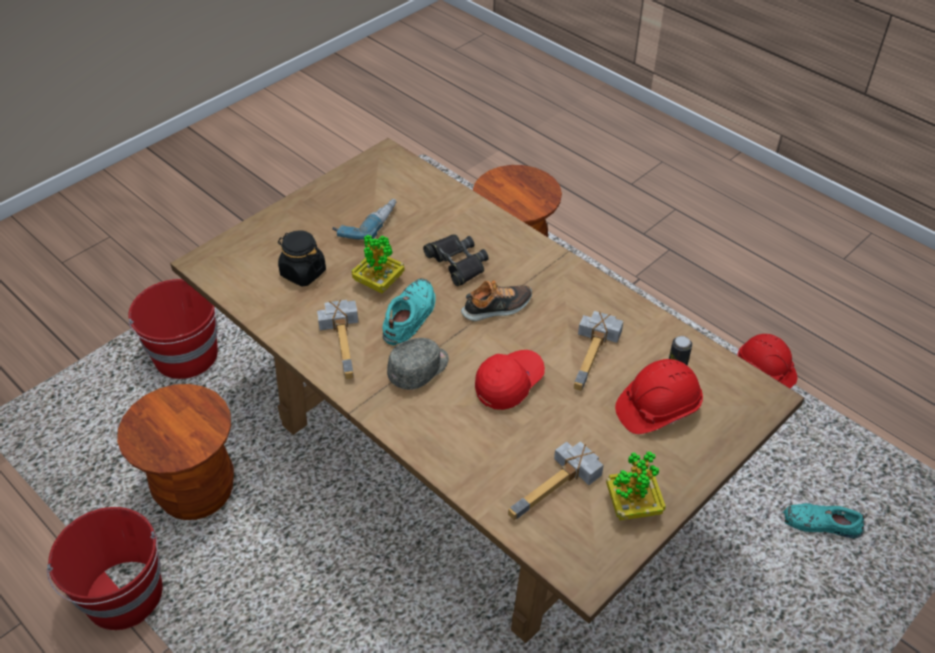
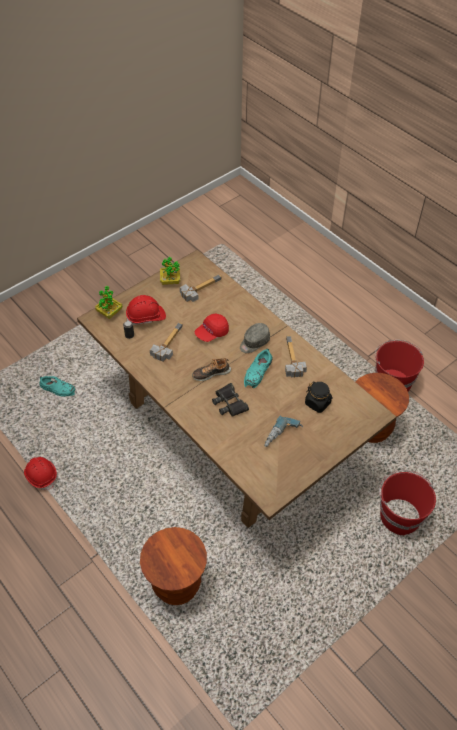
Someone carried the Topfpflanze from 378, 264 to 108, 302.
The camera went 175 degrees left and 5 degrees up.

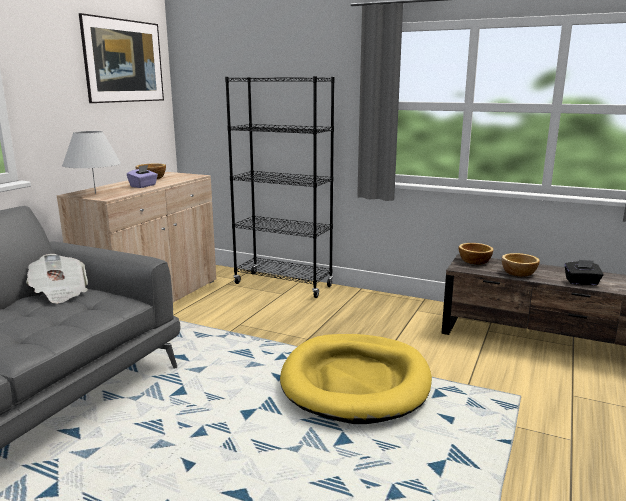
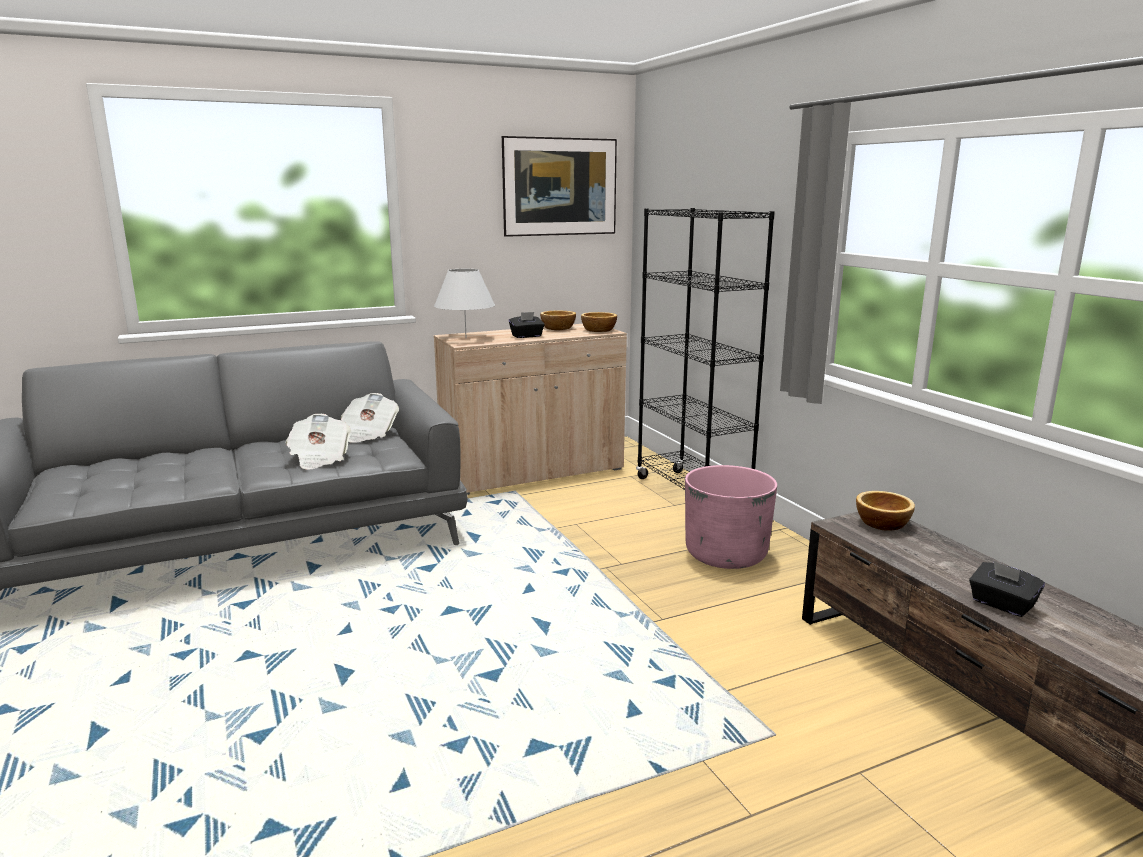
Someone repainted the Taschentuchbox (lila) at 142, 176, which became the Taschentuchbox (schwarz) at 527, 325.
Someone carried the Schüssel from 521, 265 to 599, 322.
Someone took away the Hundebett (gelb) at 356, 379.
Someone put down the Zeitung at 318, 442.
Someone put down the Pflanzkübel (rosa) at 731, 517.
The camera went 40 degrees right and 0 degrees up.

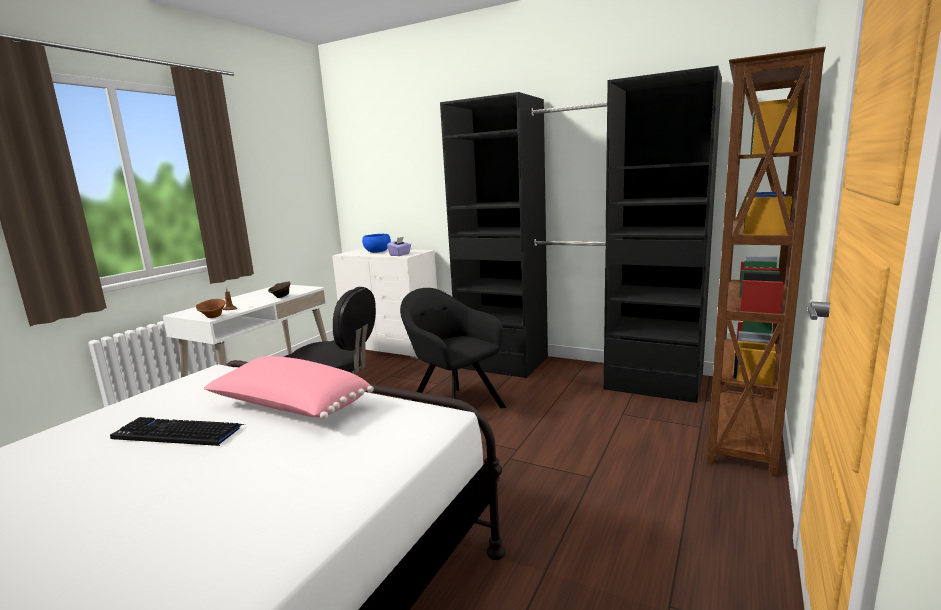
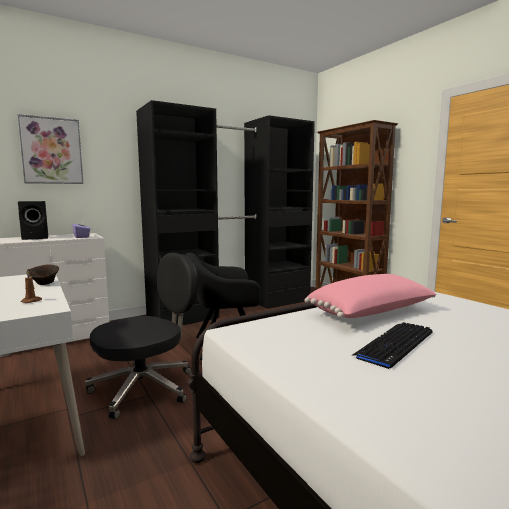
Someone swapped the Schüssel (blau) at 376, 243 for the Lautsprecher (schwarz) at 33, 220.
Someone took away the Schüssel (braun) at 211, 308.
Someone put up the Bild at 51, 149.
The camera went 60 degrees left and 5 degrees down.

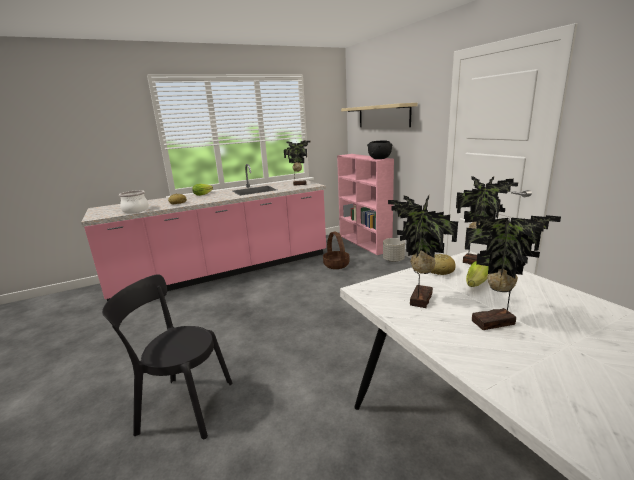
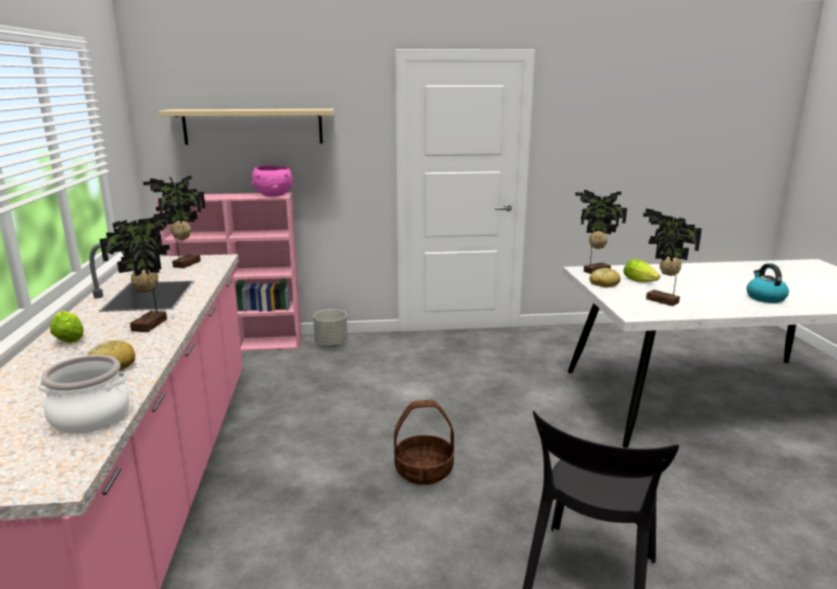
Someone repainted the Schüssel (schwarz) at 380, 149, which became the Schüssel (rosa) at 272, 180.
Someone carried the Topfpflanze from 513, 272 to 137, 271.
Someone carried the Korb from 336, 250 to 424, 442.
Someone put down the Wasserkessel at 767, 283.
The camera went 70 degrees left and 0 degrees up.

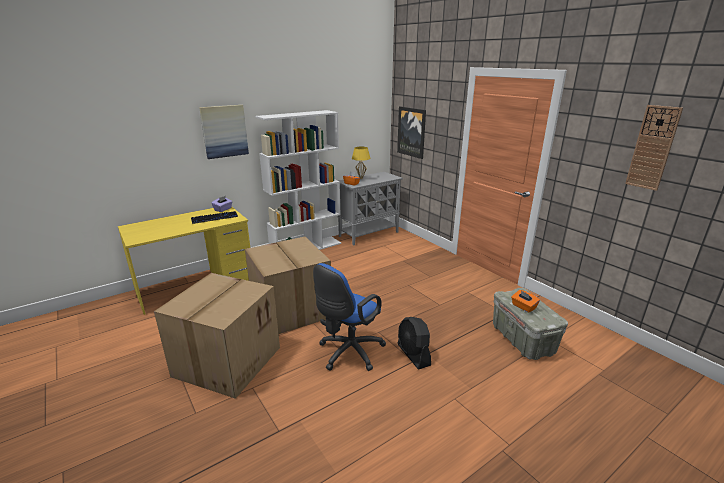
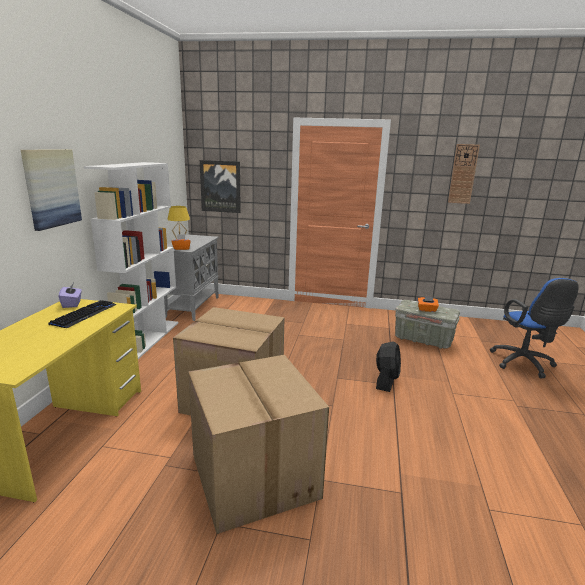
Someone carried the Bürostuhl (blau) from 349, 317 to 534, 328.
Someone rotated the Ventilator (schwarz) at 414, 343 by 90 degrees counterclockwise.
The camera went 45 degrees left and 5 degrees down.

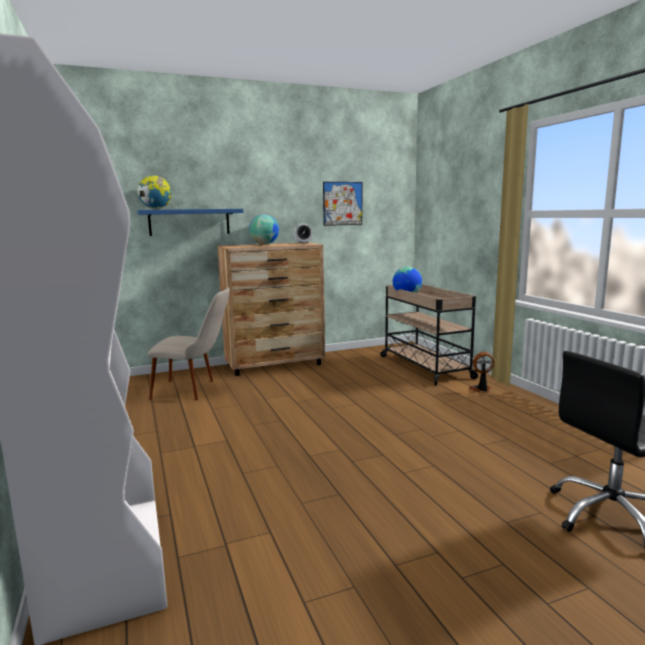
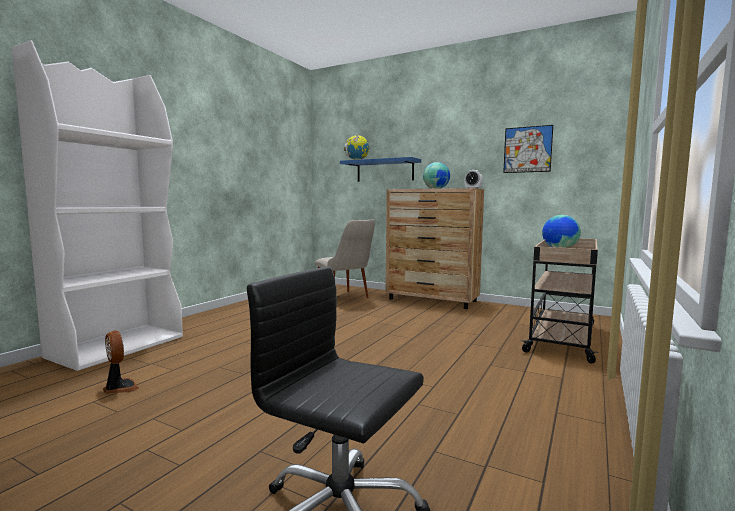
Someone carried the Ventilator from 482, 372 to 120, 362.
The camera went 50 degrees right and 5 degrees down.

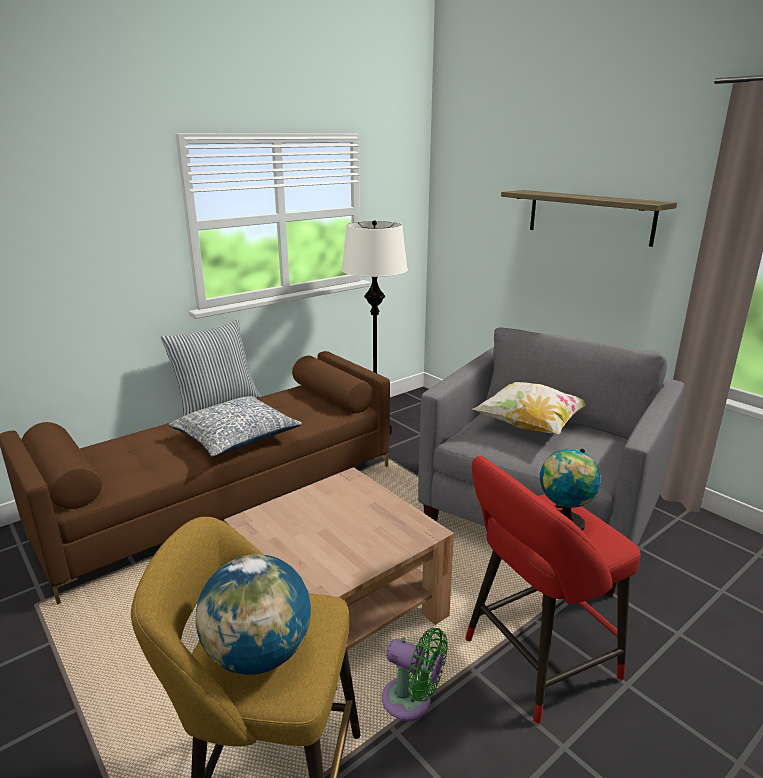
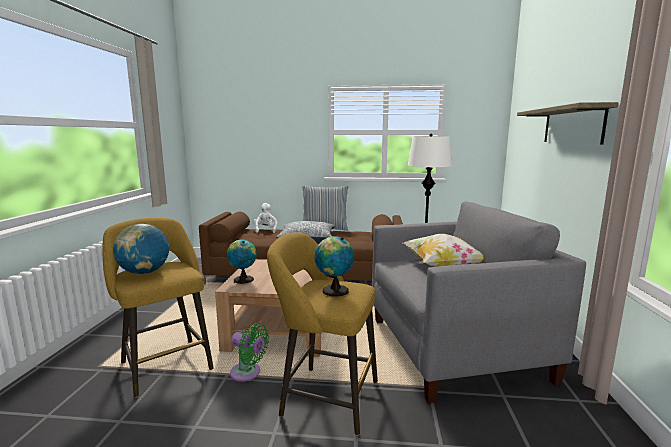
Someone repainted the Hocker (rot) at 553, 590, which became the Hocker (gelb) at 322, 334.
Someone rotated the Ventilator (grün) at 415, 675 by 45 degrees counterclockwise.
Someone put down the Plüschtier (weiß) at 265, 218.
Someone put down the Globus at 242, 262.
The camera went 45 degrees right and 10 degrees down.

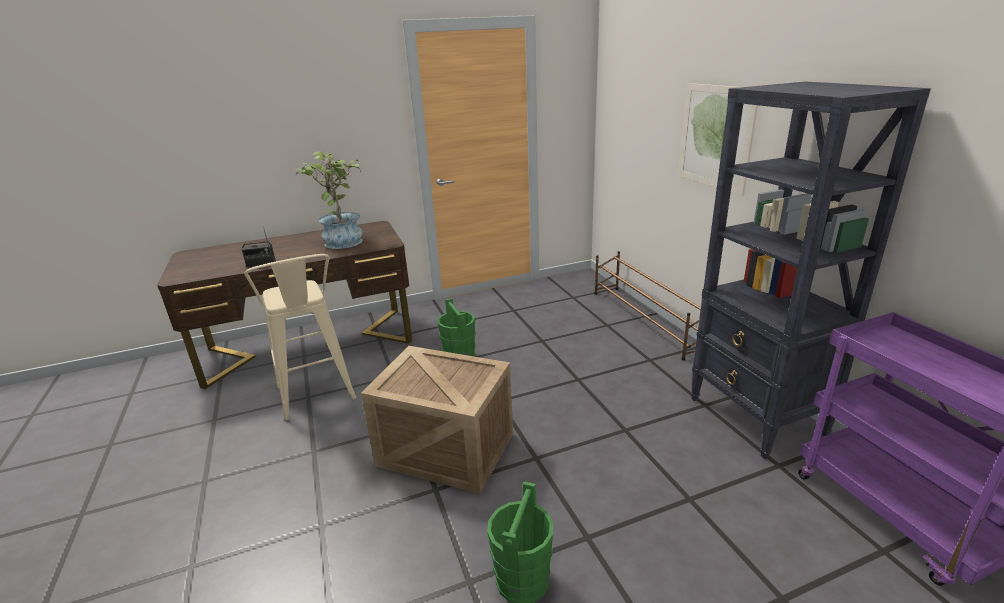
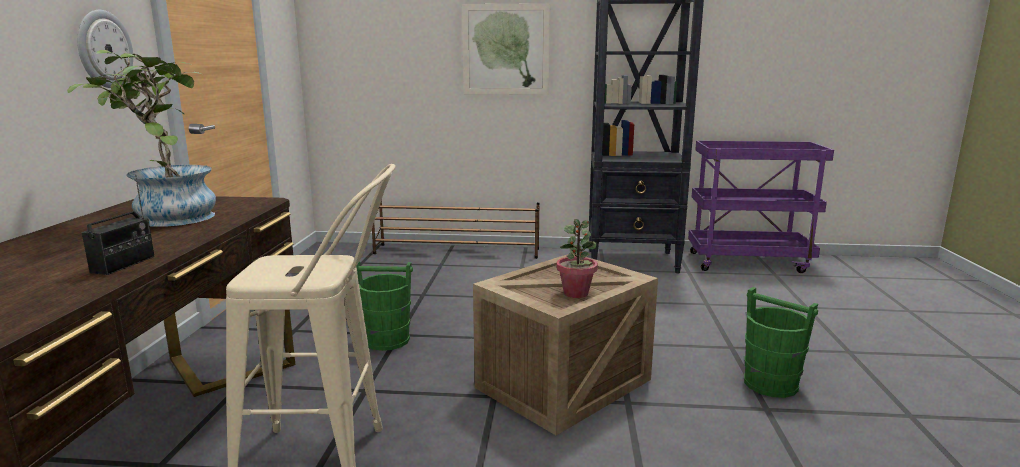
Someone put up the Wanduhr at 105, 49.
Someone put down the Topfpflanze at 577, 258.
The camera went 65 degrees left and 10 degrees down.

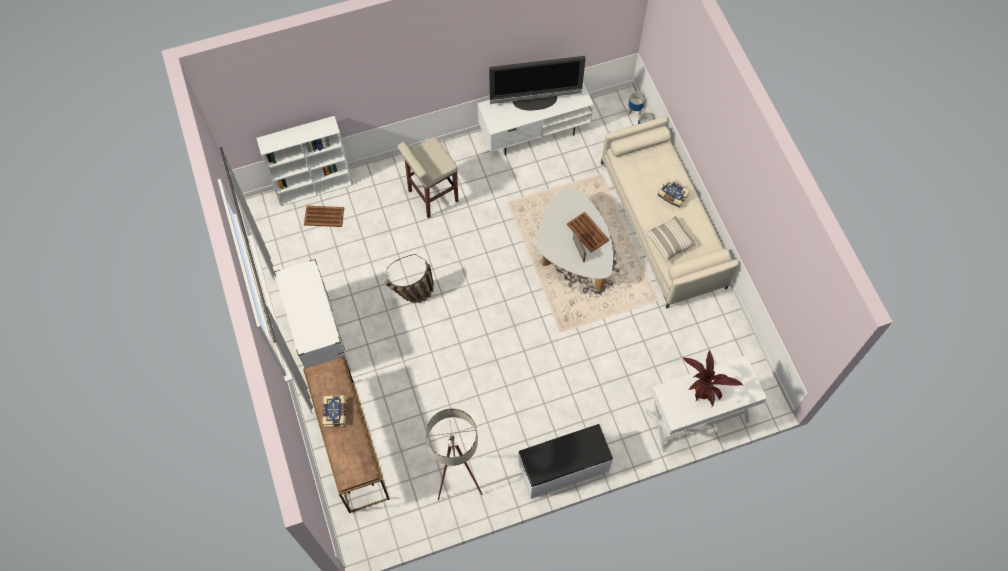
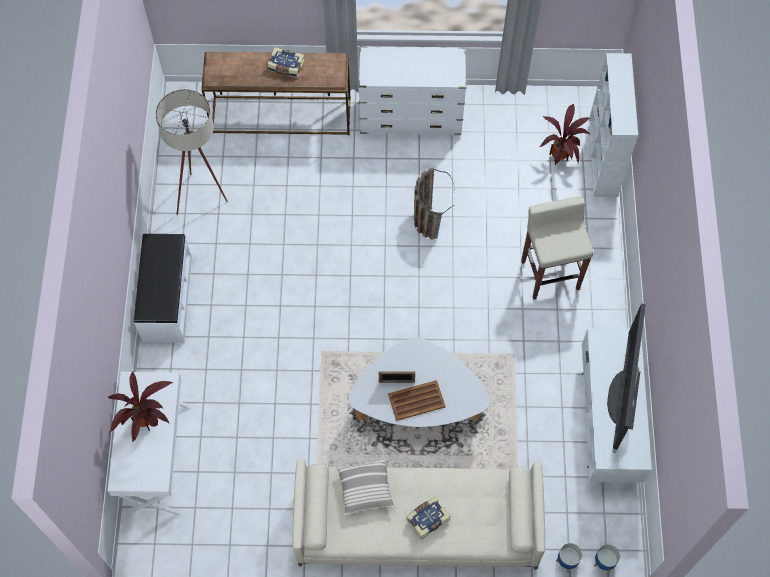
Someone swapped the Tablett (braun) at 324, 216 for the Topfpflanze at 565, 134.
The camera went 110 degrees right and 0 degrees up.

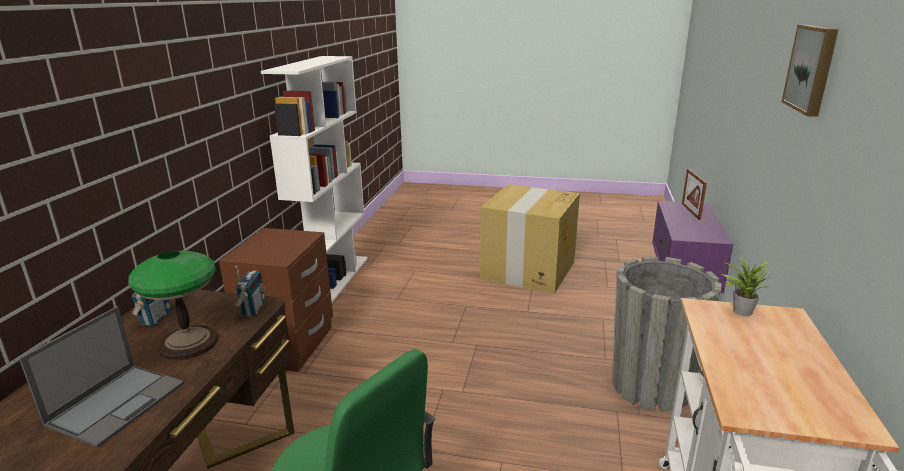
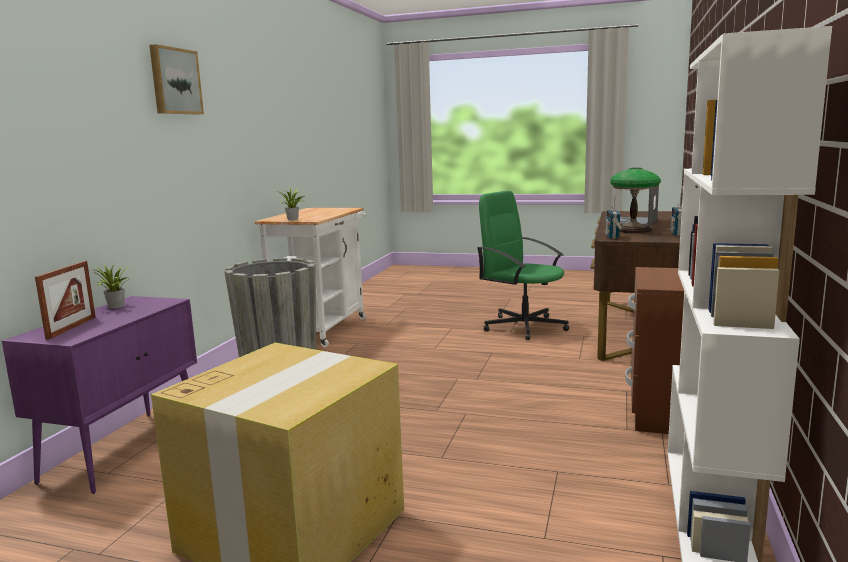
Someone put down the Topfpflanze at 111, 286.
The camera went 175 degrees left and 10 degrees down.

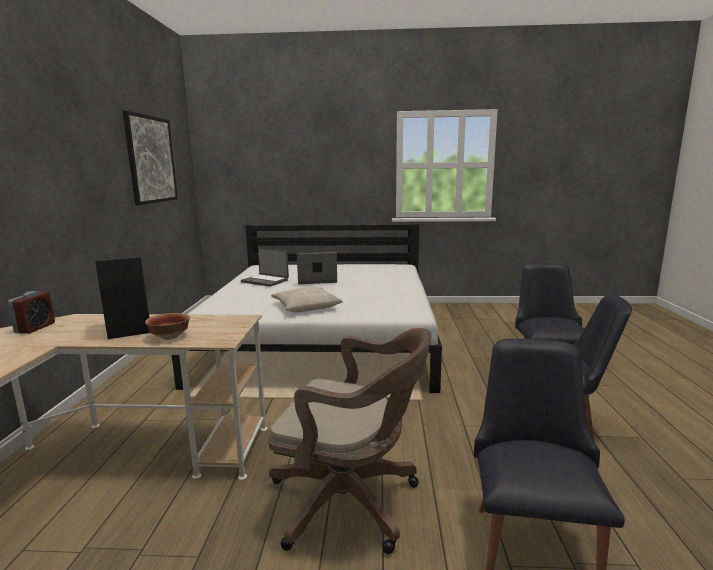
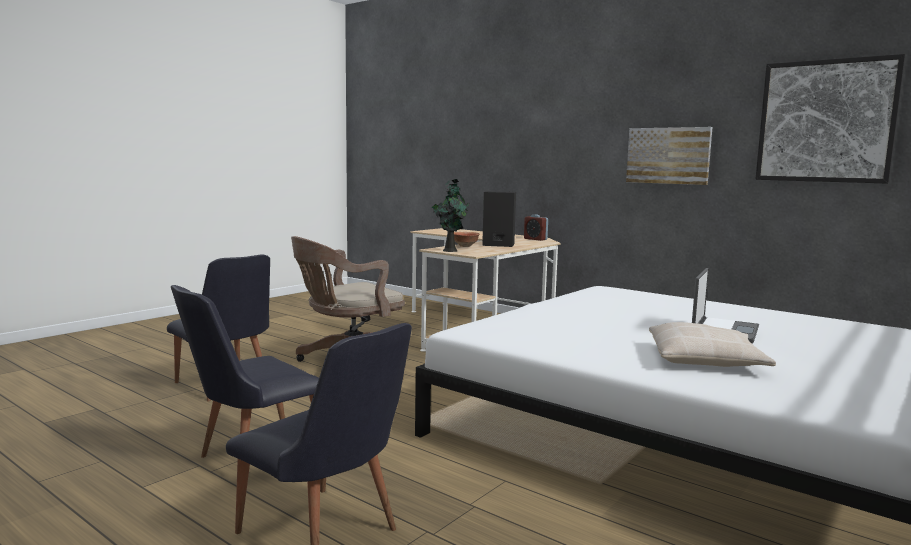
Someone took away the Laptop at 265, 267.
Someone carried the Kissen (beige) from 306, 299 to 712, 344.
Someone put up the Bild at 669, 156.
Someone put down the Topfpflanze at 451, 215.
The camera went 125 degrees right and 5 degrees down.

